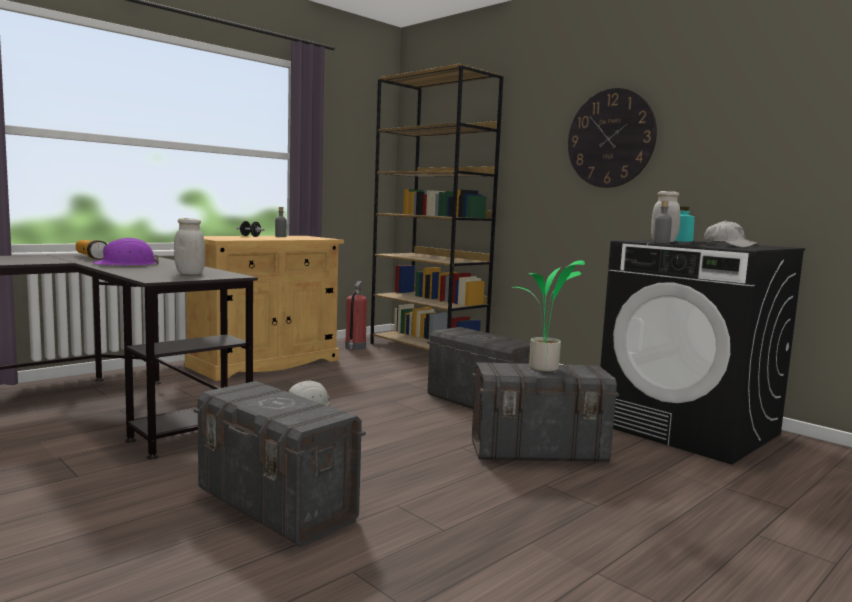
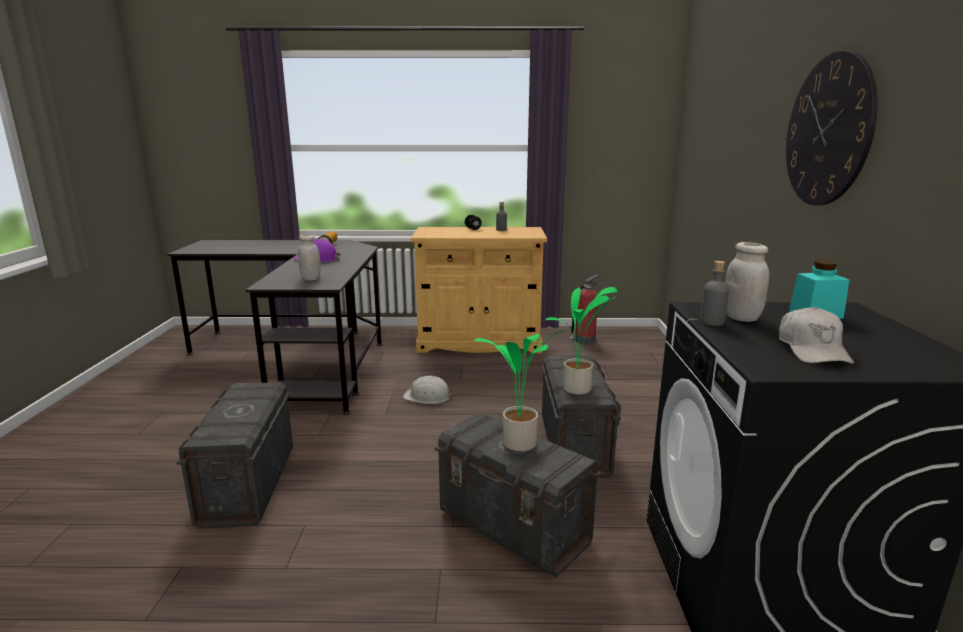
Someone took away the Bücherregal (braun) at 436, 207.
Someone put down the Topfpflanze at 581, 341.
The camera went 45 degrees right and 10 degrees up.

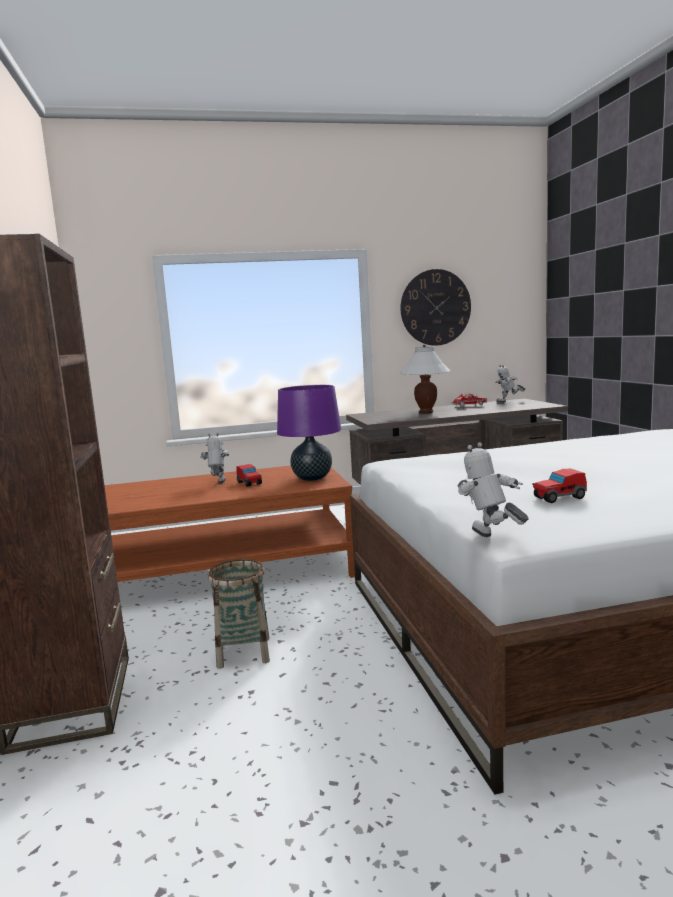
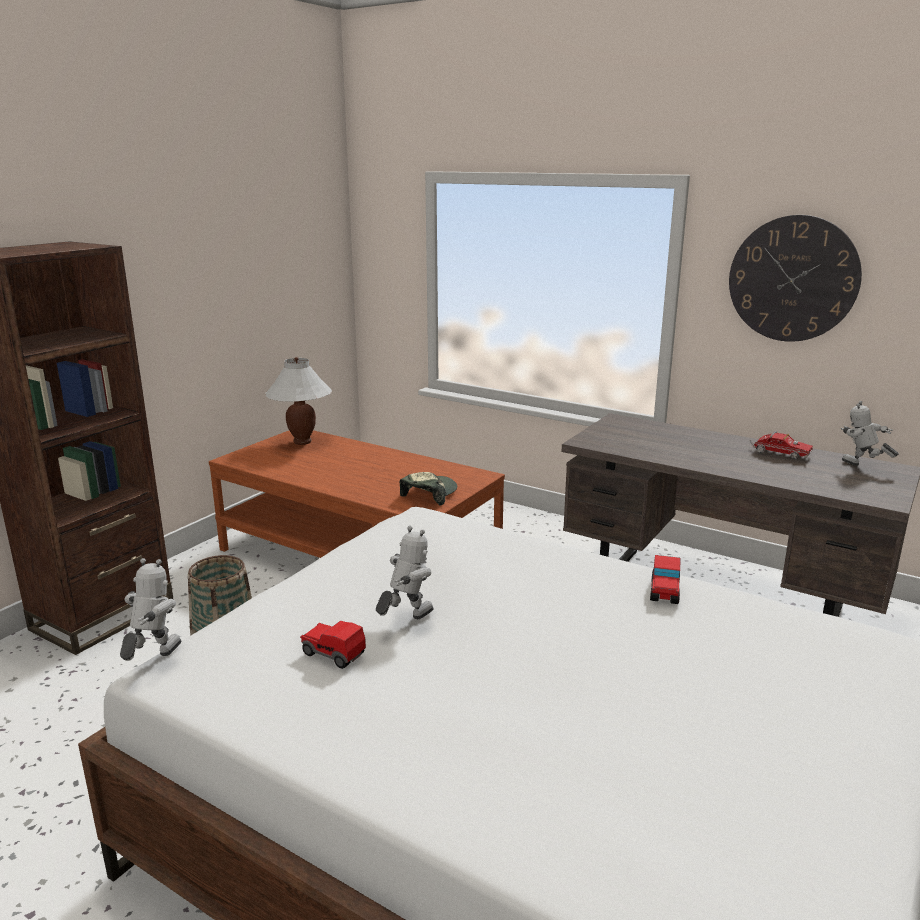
Someone carried the Tischlampe (weiß) from 425, 379 to 298, 401.
Someone swapped the Tischlampe (lila) at 309, 433 for the Kappe at 428, 489.
Someone carried the Spielzeugroboter from 214, 458 to 405, 572.
Someone carried the Spielzeugauto from 249, 475 to 665, 579.
The camera went 45 degrees right and 10 degrees up.

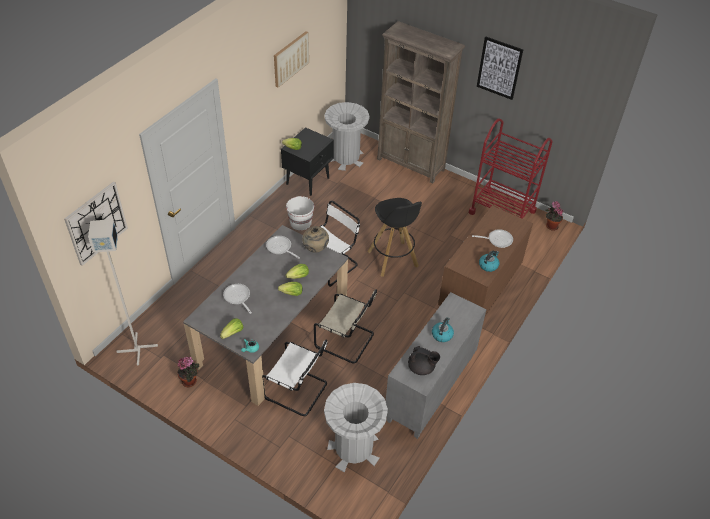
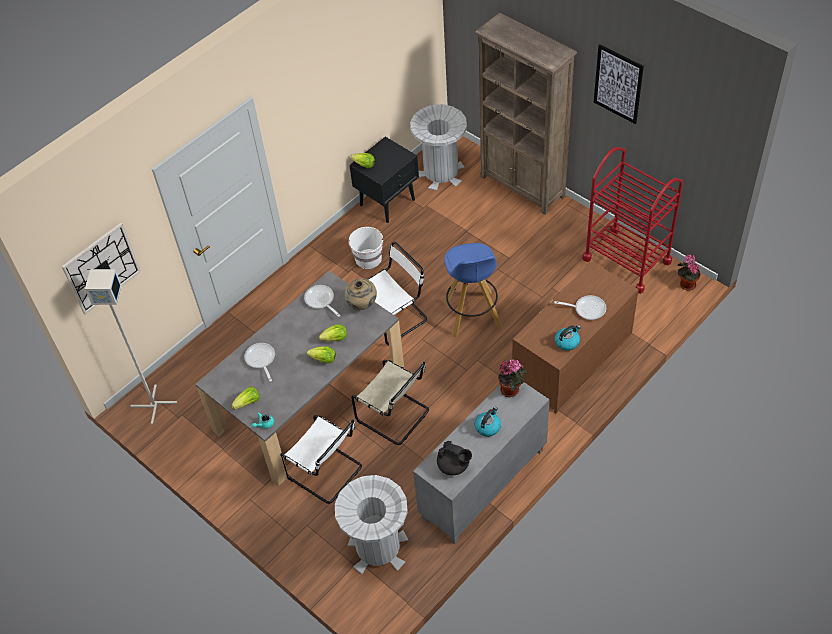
Someone took away the Bild at 291, 59.
Someone repainted the Hocker (schwarz) at 394, 237, which became the Hocker (blau) at 473, 290.
Someone carried the Topfpflanze from 188, 372 to 512, 378.
The camera went 15 degrees right and 5 degrees up.

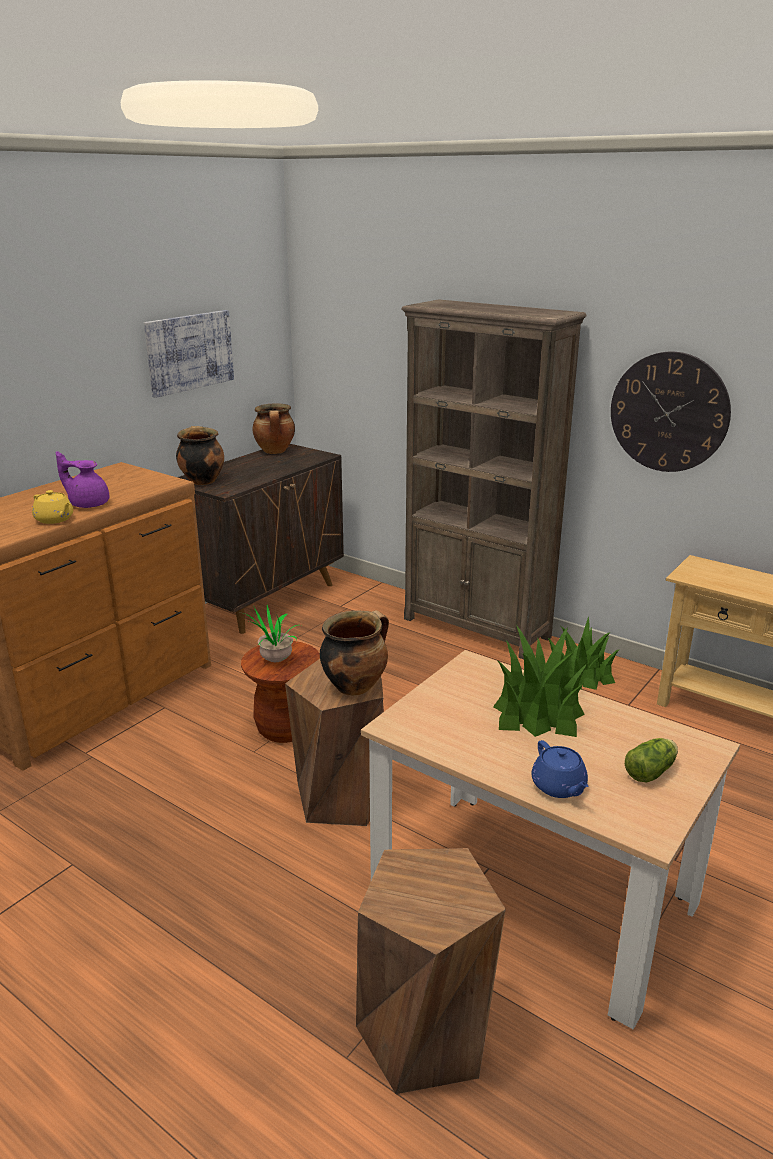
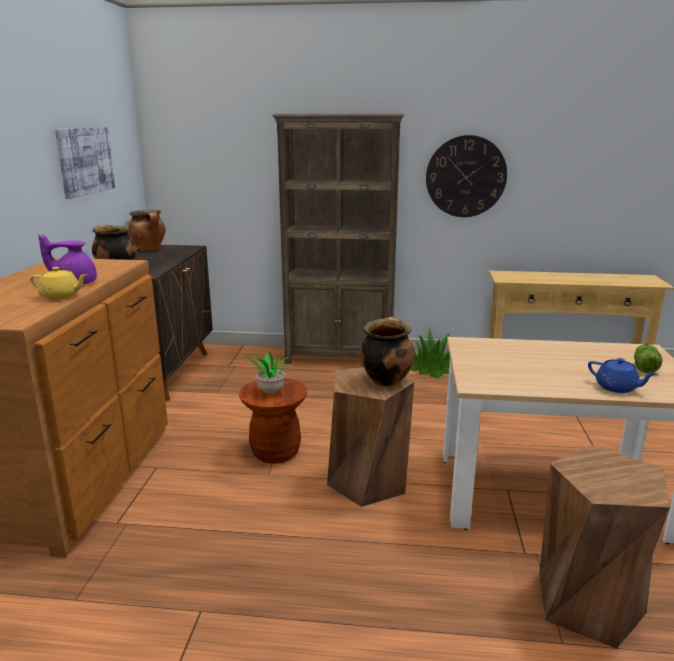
Someone took away the Topfpflanze at 540, 681.
The camera went 30 degrees left and 5 degrees down.

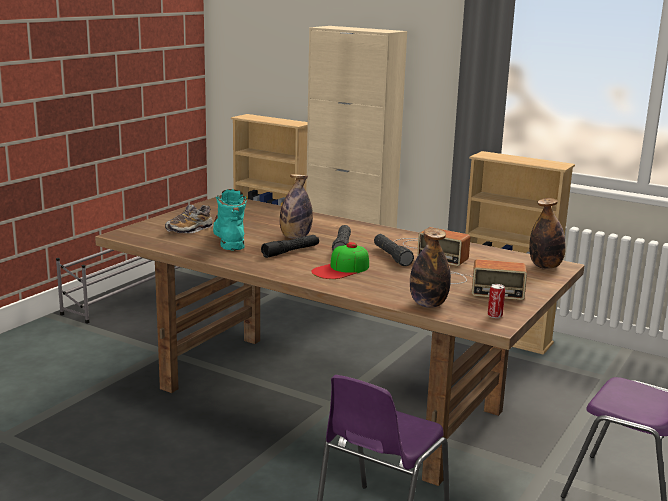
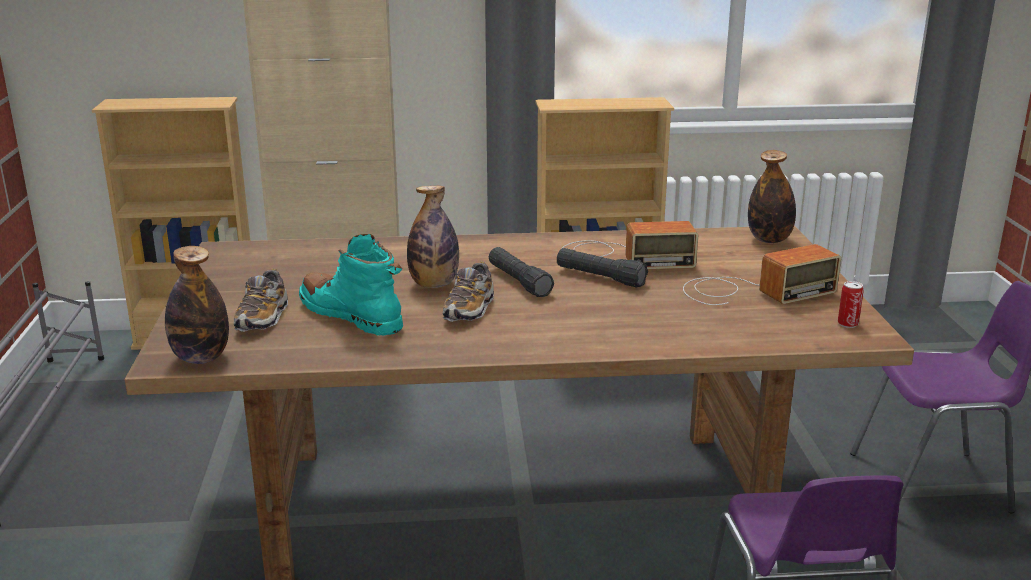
Someone carried the Flasche from 430, 268 to 197, 305.
Someone swapped the Taschenlampe (schwarz) at 290, 246 for the Schuh at 468, 292.
Someone took away the Kappe at 340, 260.
The camera went 35 degrees left and 5 degrees up.

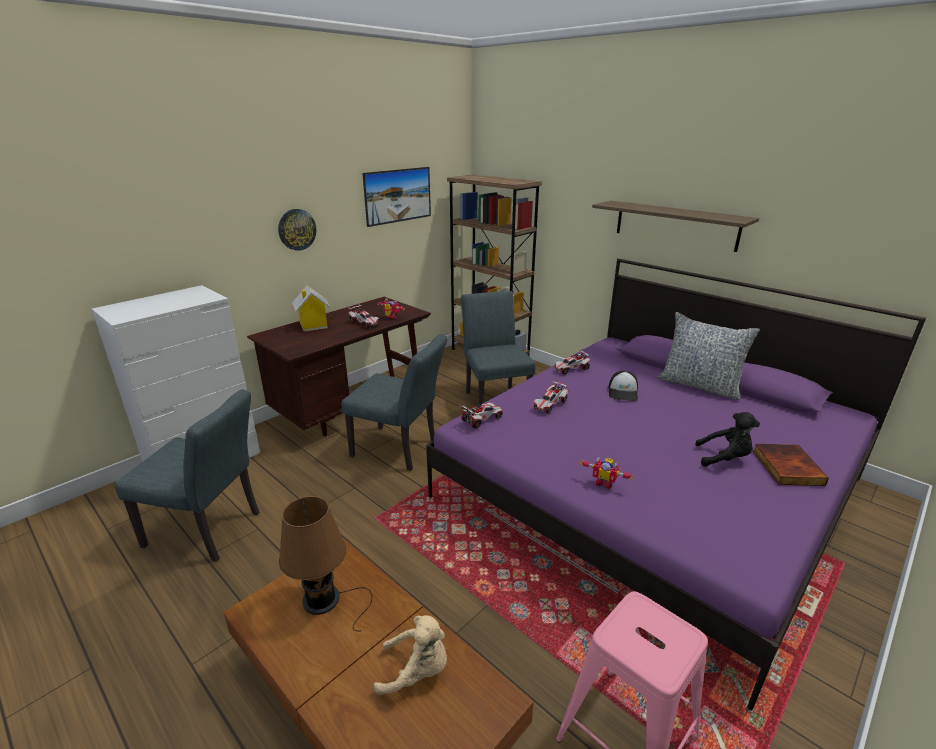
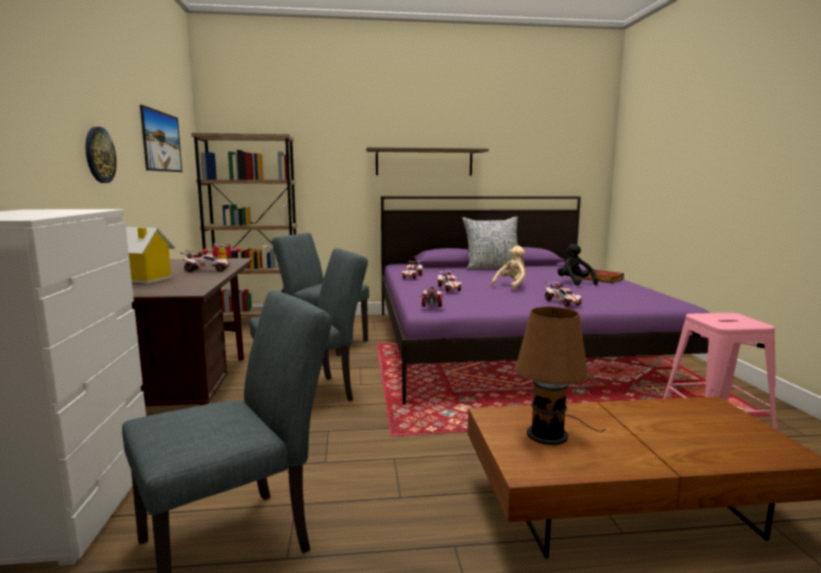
Someone took away the Kappe at 623, 386.
Someone rotated the Plüschtier (schwarz) at 727, 439 by 75 degrees counterclockwise.
Someone swapped the Spielzeugroboter at 606, 473 for the Spielzeugauto at 563, 293.
Someone carried the Plüschtier (beige) from 410, 655 to 508, 268.
The camera went 50 degrees left and 15 degrees down.

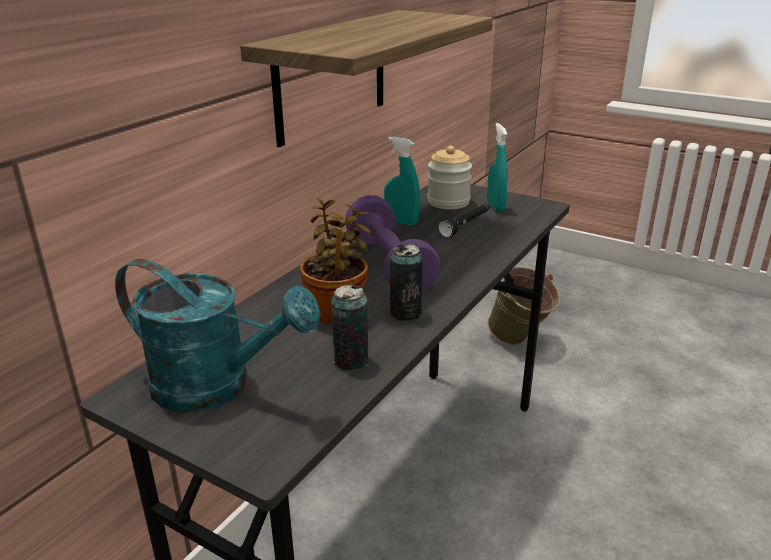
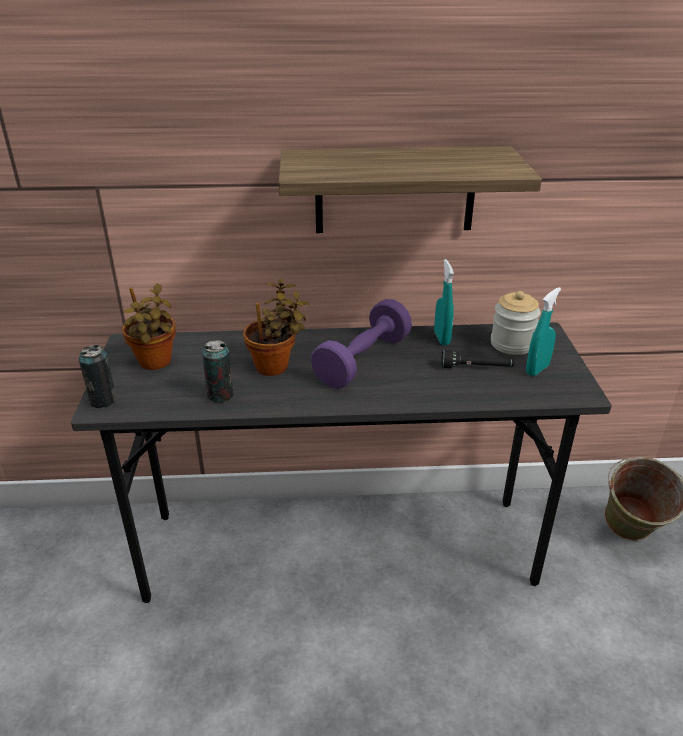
Someone carried the Dose from 406, 282 to 98, 376.
Someone swapped the Gießkanne (türkis) at 218, 335 for the Topfpflanze at 149, 327.
The camera went 55 degrees right and 5 degrees up.

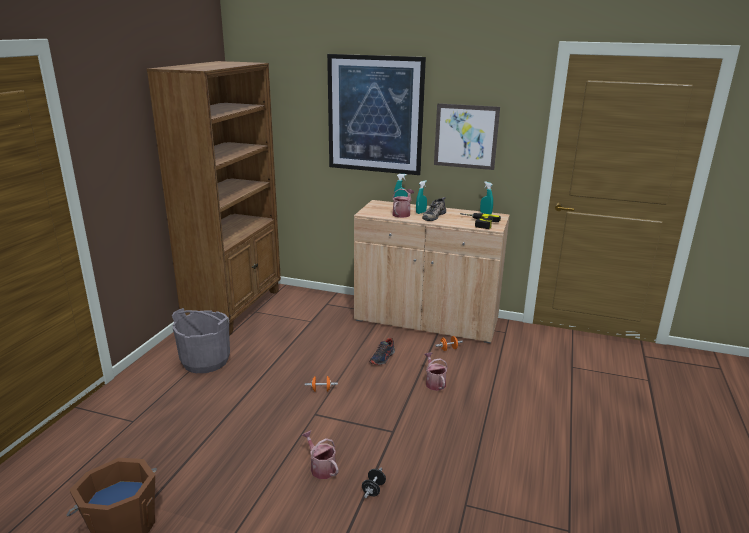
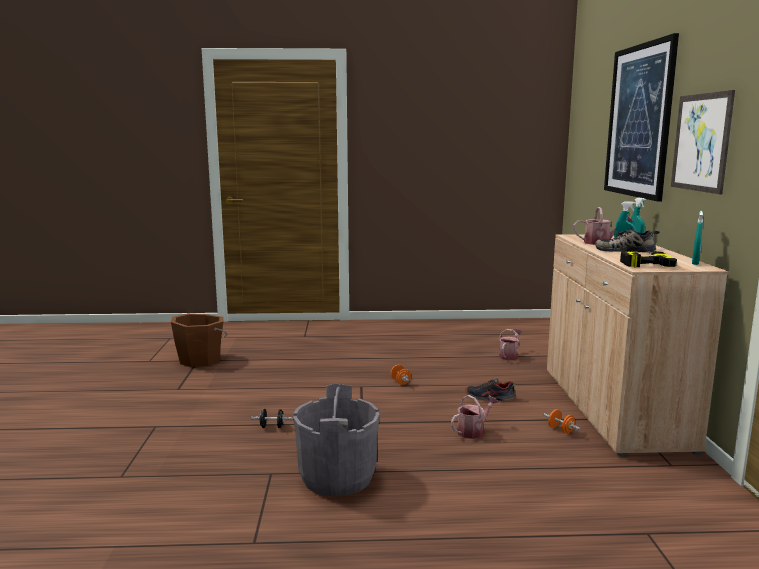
Someone took away the Bücherregal (braun) at 214, 198.
Someone carried the Eimer (grau) from 201, 340 to 336, 440.
Someone carried the Gießkanne from 320, 455 to 510, 344.
The camera went 70 degrees right and 10 degrees down.

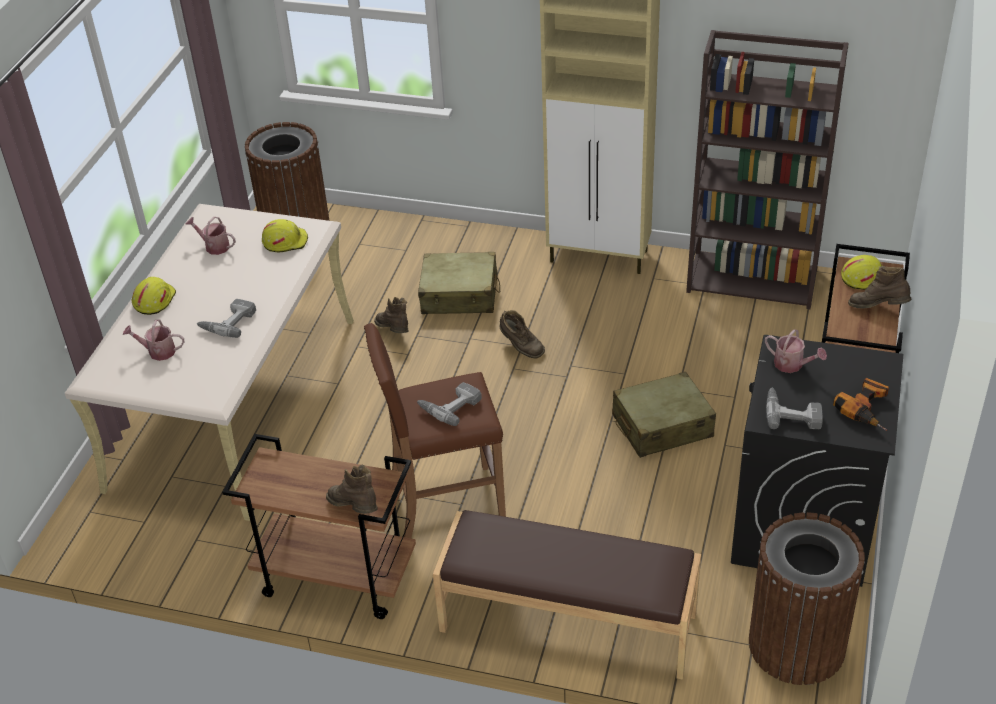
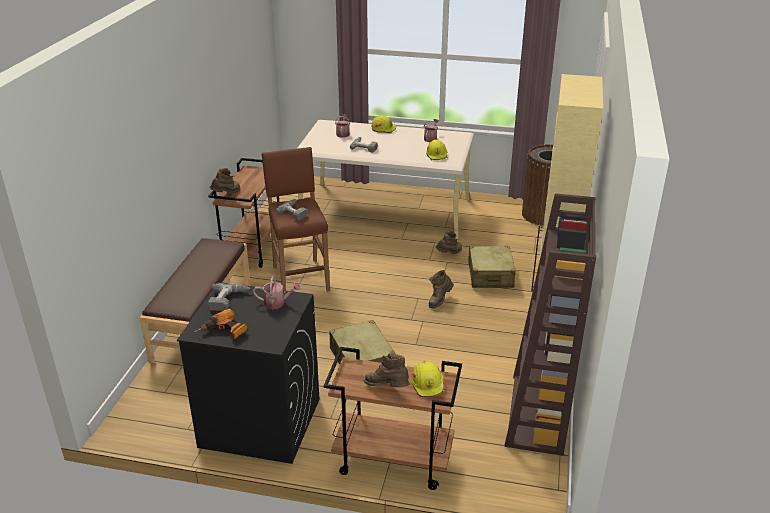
Someone rotated the Stiefel (braun) at 879, 287 by 75 degrees counterclockwise.
Someone rotated the Gießkanne at 796, 351 by 120 degrees counterclockwise.
Someone took away the Mülleimer (braun) at 807, 598.
The camera went 85 degrees right and 10 degrees down.

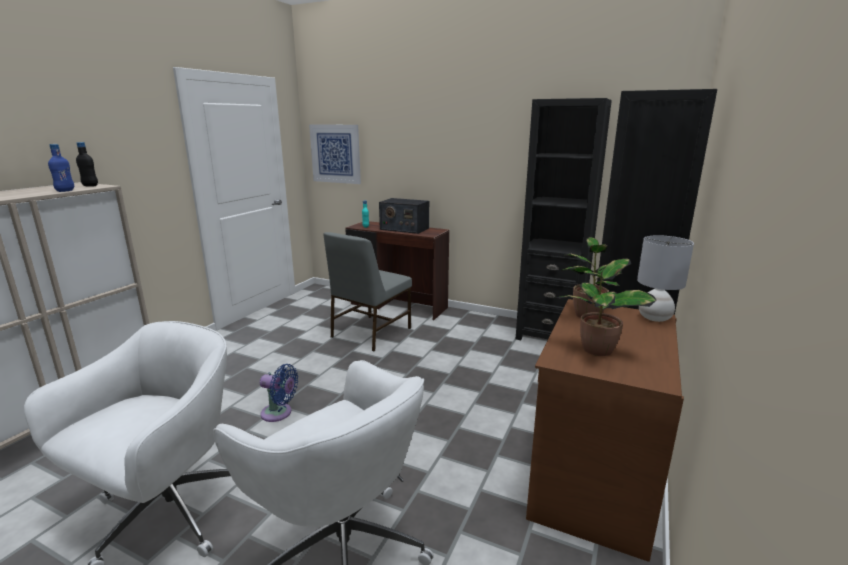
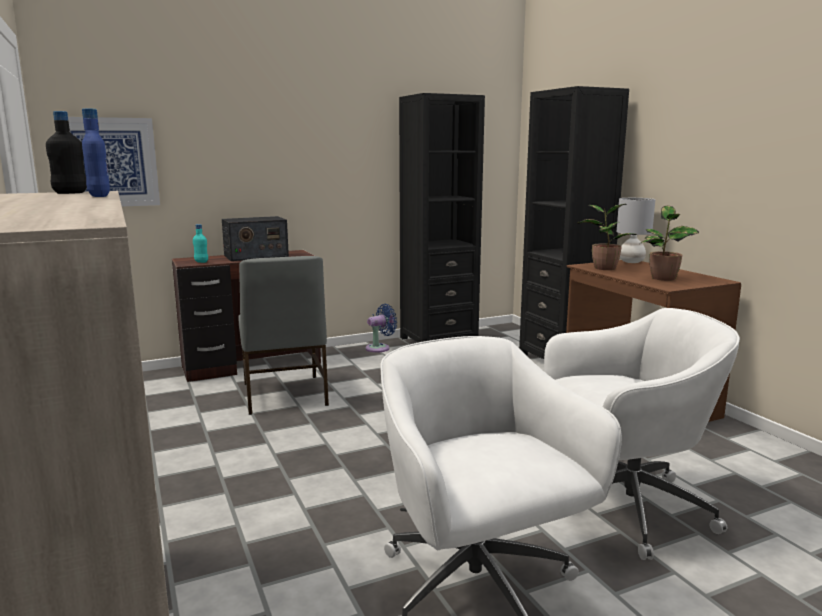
Someone carried the Ventilator (blau) from 279, 393 to 381, 328.
The camera went 50 degrees left and 5 degrees down.

